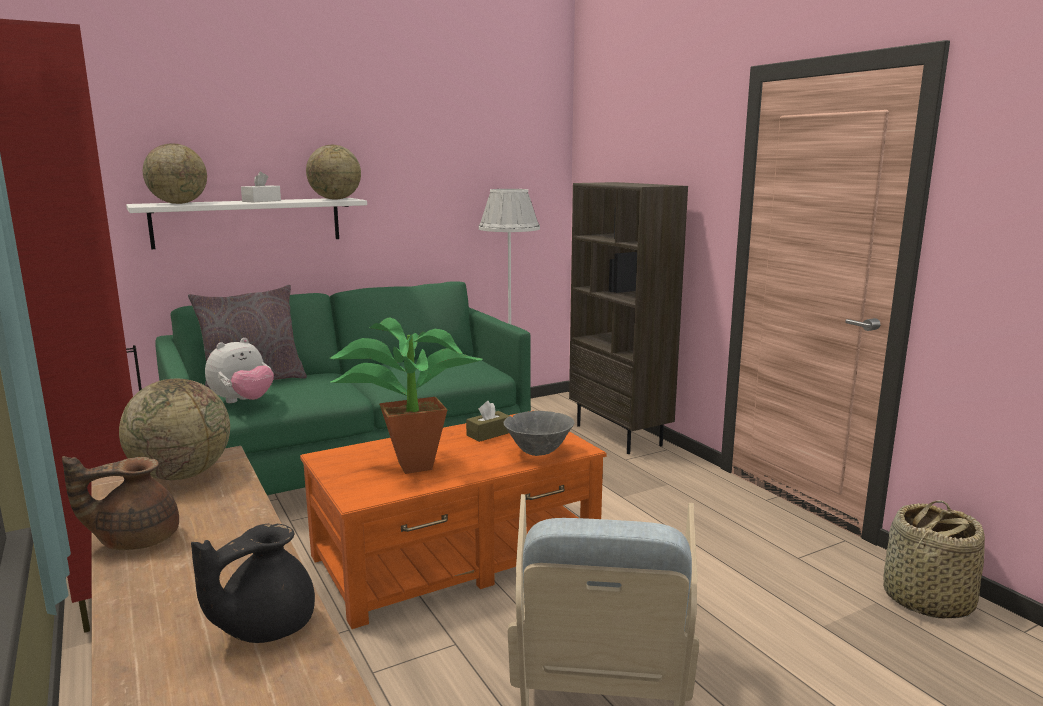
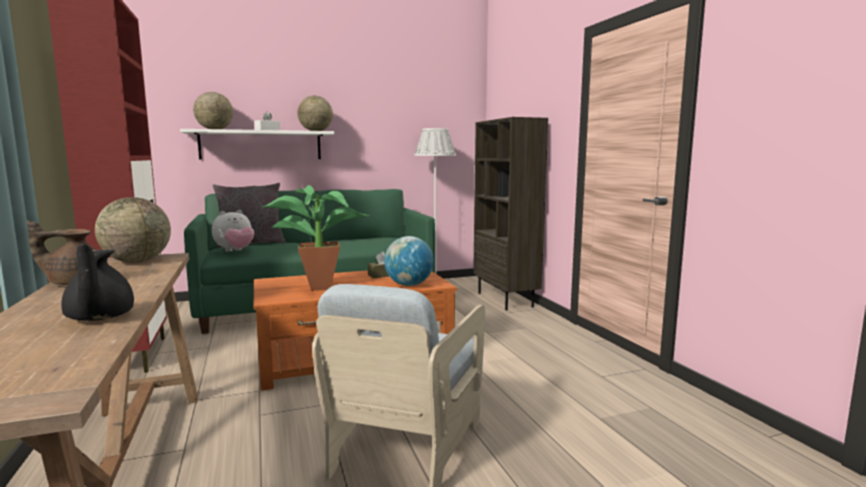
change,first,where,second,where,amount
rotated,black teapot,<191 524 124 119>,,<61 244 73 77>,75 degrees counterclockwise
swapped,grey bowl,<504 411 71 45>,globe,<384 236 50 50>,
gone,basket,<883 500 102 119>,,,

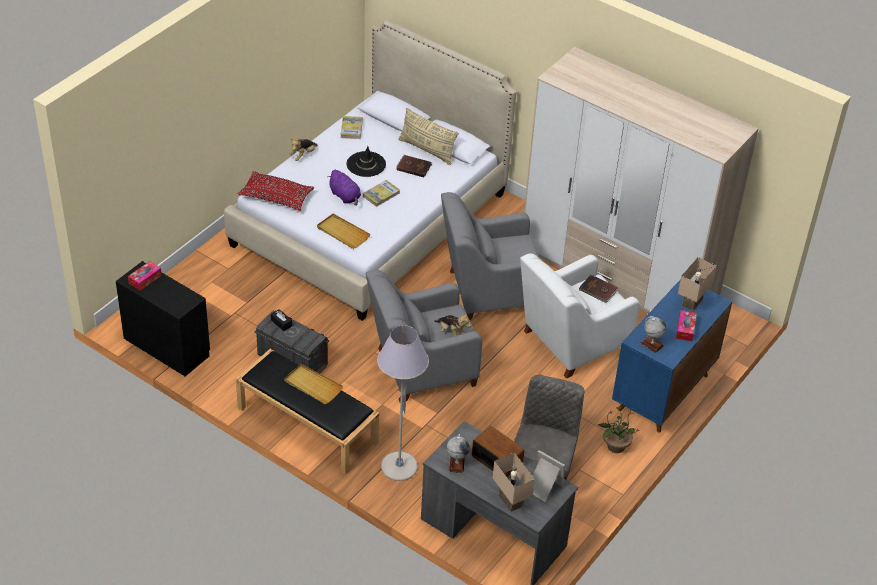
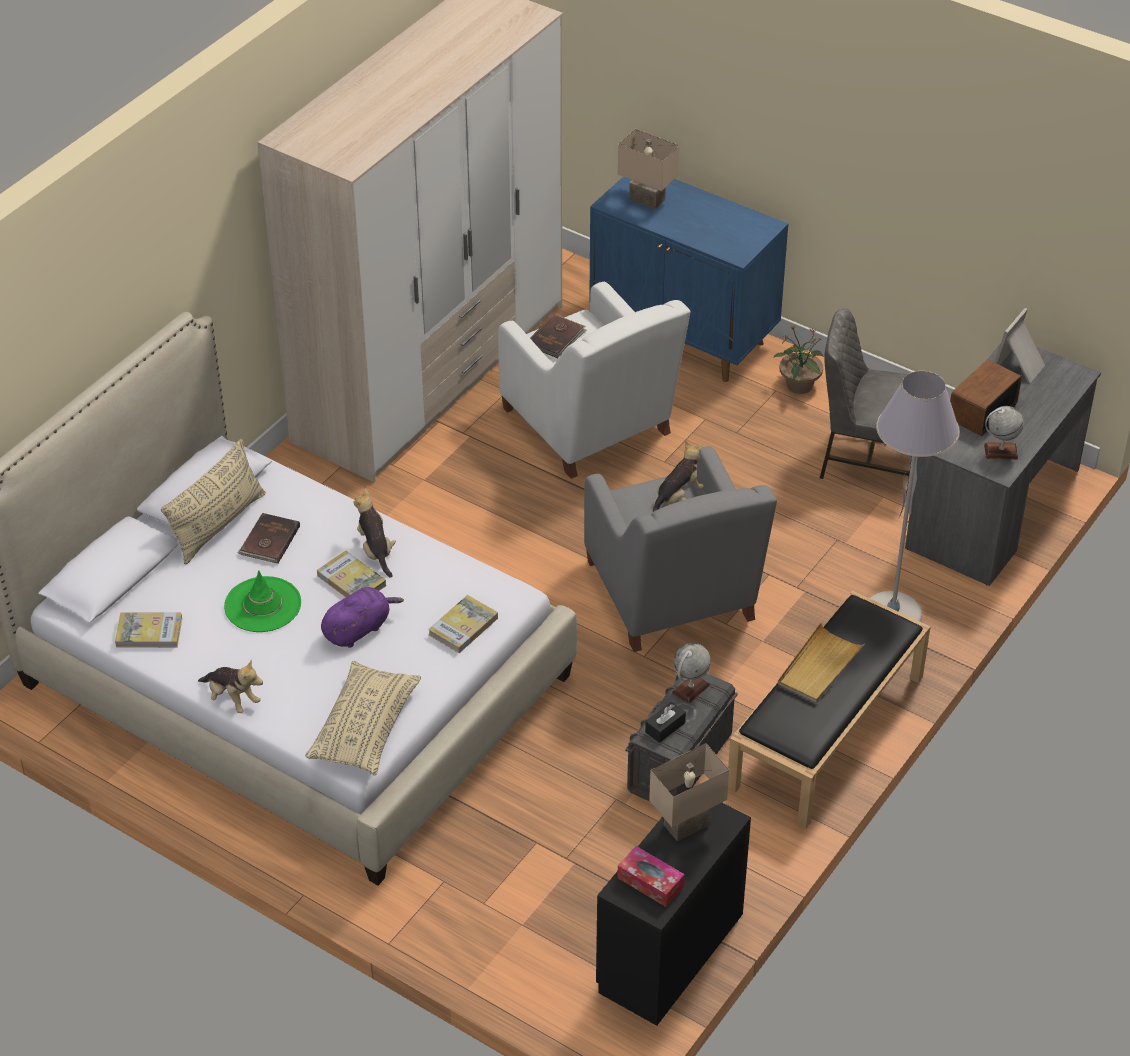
change,first,where,second,where,amount
repainted,red pillow,<238 171 76 40>,beige pillow,<305 661 116 114>,
swapped,beige tray,<317 214 53 35>,book,<428 595 70 58>,
repainted,black hat,<346 146 40 31>,green hat,<224 570 77 62>,
gone,grey armchair,<441 192 103 128>,,,
shifted,beige table lamp,<493 452 42 60>,,<649 743 80 98>,
shifted,globe,<640 316 26 37>,,<671 643 40 61>,
gone,tissue box,<676 310 21 31>,,,
new,,,plush toy,<353 489 43 89>,

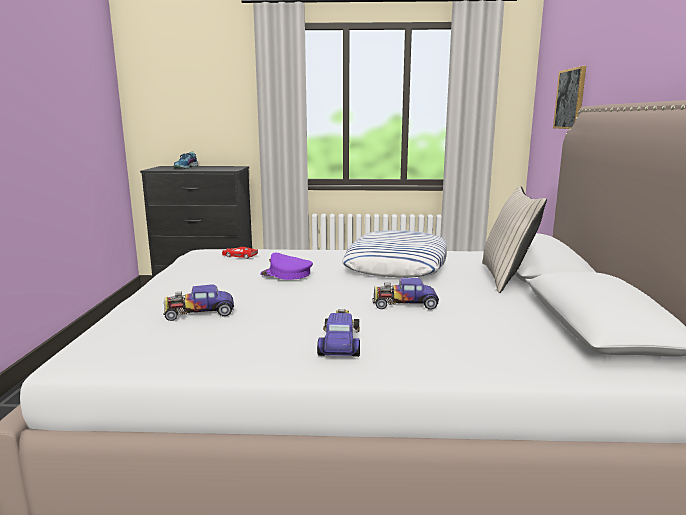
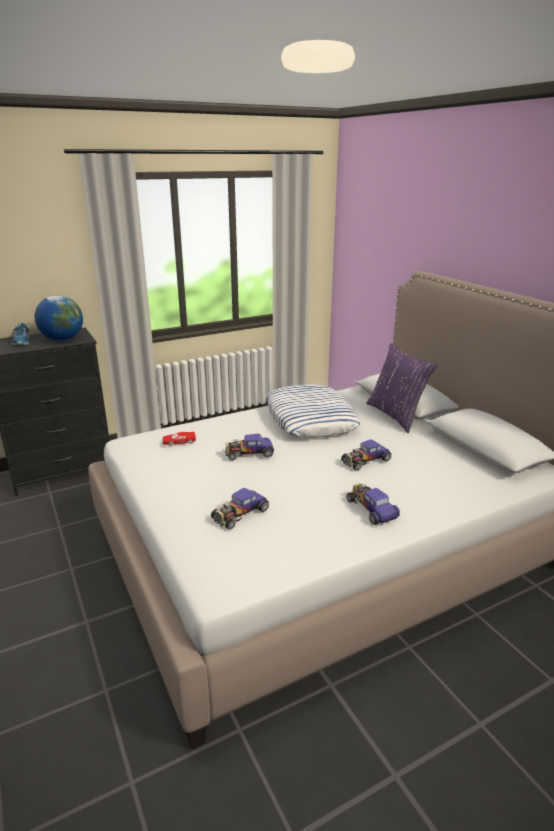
change,first,where,second,where,amount
swapped,purple cap,<260 253 53 27>,toy car,<225 434 49 27>,
repainted,beige pillow,<482 186 65 107>,purple pillow,<366 343 72 90>,
gone,picture,<553 66 33 63>,,,
new,,,globe,<35 295 48 46>,

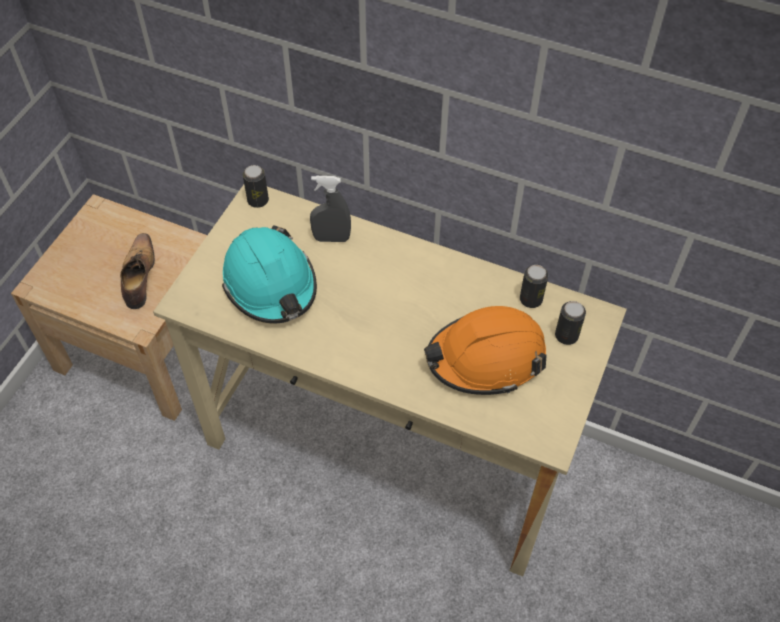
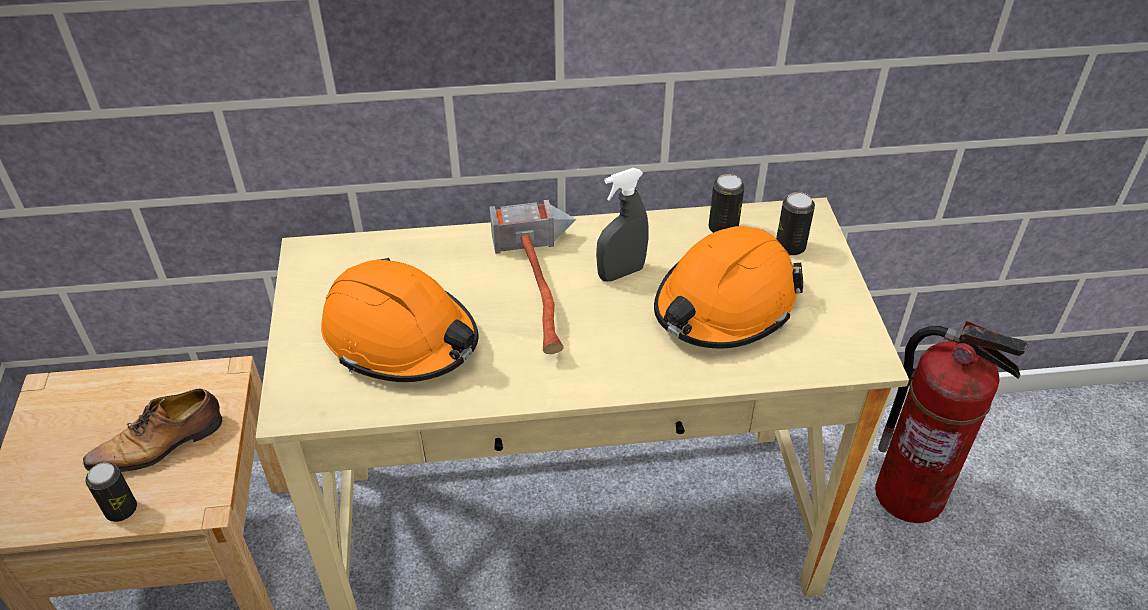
change,first,where,second,where,amount
rotated,shoe,<120 233 35 76>,,<83 388 139 84>,90 degrees counterclockwise
repainted,turquoise hard hat,<222 225 95 99>,orange hard hat,<321 258 157 124>,
shifted,can,<243 165 26 43>,,<85 463 52 59>,
shifted,grey spray bottle,<310 176 41 66>,,<596 168 52 114>,
new,,,hammer,<490 200 87 154>,
new,,,fire extinguisher,<875 321 154 202>,

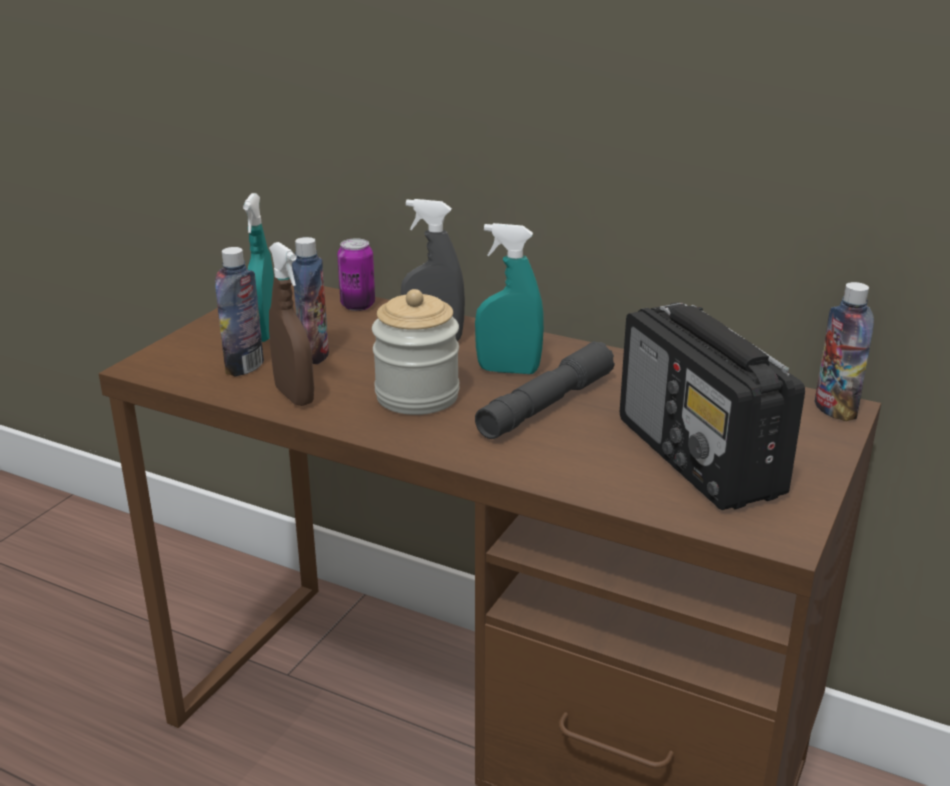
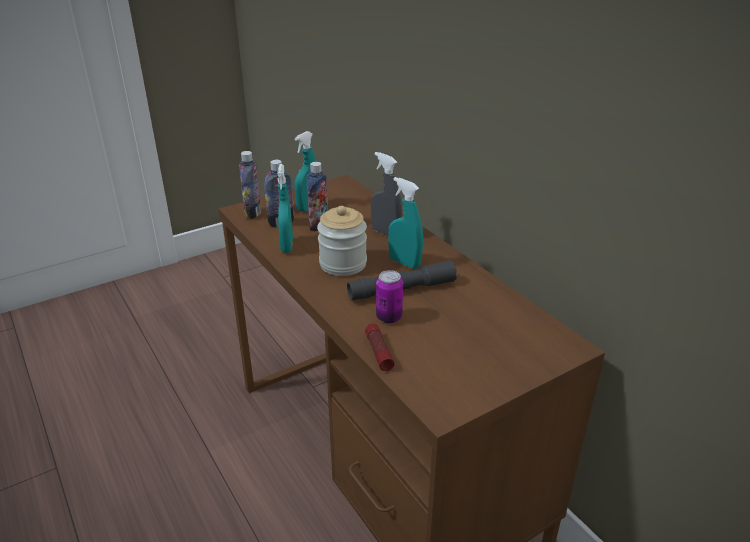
change,first,where,second,where,amount
repainted,brown spray bottle,<269 242 45 164>,turquoise spray bottle,<277 164 16 89>,
shifted,can,<337 239 38 72>,,<376 270 27 54>,
gone,radio,<620 302 185 208>,,,
shifted,bottle,<815 282 59 139>,,<239 151 22 68>,
new,,,flashlight,<365 324 29 47>,

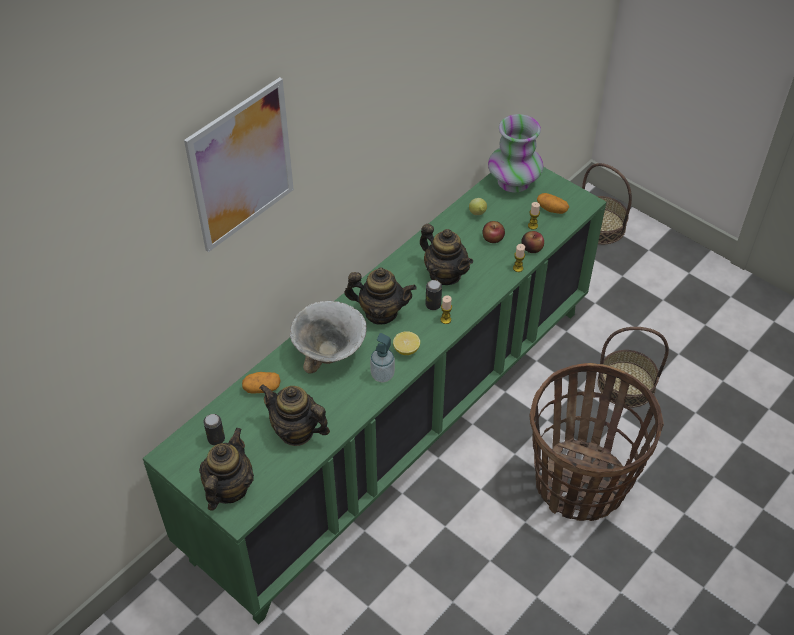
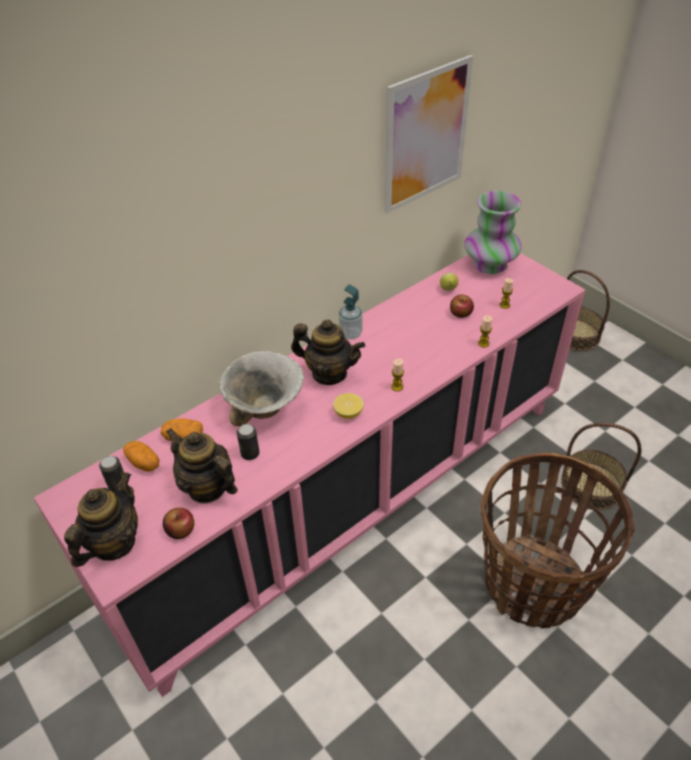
change,first,where,second,where,amount
repainted,green cabinet,<143 167 463 457>,pink cabinet,<34 253 551 444>,
shifted,picture,<184 77 110 175>,,<385 55 88 158>,
shifted,soap dispenser,<370 333 25 49>,,<339 284 23 56>,
gone,teapot,<420 224 53 61>,,,
shifted,can,<426 280 16 30>,,<237 424 23 36>,
shifted,apple,<521 231 23 22>,,<163 508 31 31>,
shifted,potato,<537 193 32 21>,,<123 441 36 31>,

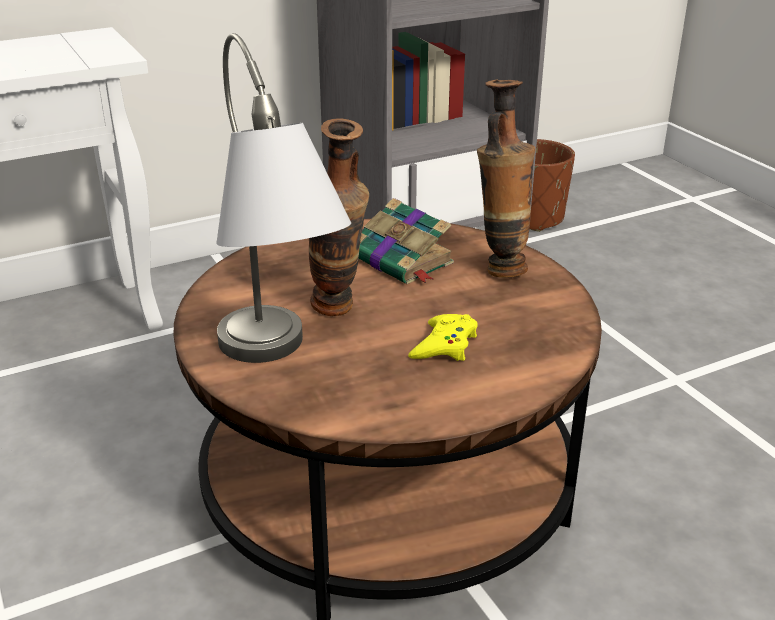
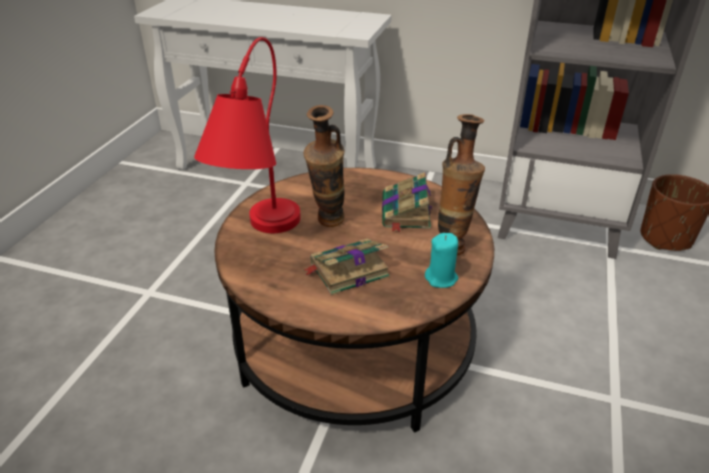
change,first,where,second,where,amount
repainted,grey table lamp,<216 33 135 330>,red table lamp,<194 37 107 196>,
swapped,yellow game controller,<408 314 69 47>,book,<303 239 87 56>,
new,,,turquoise candle,<425 233 33 55>,

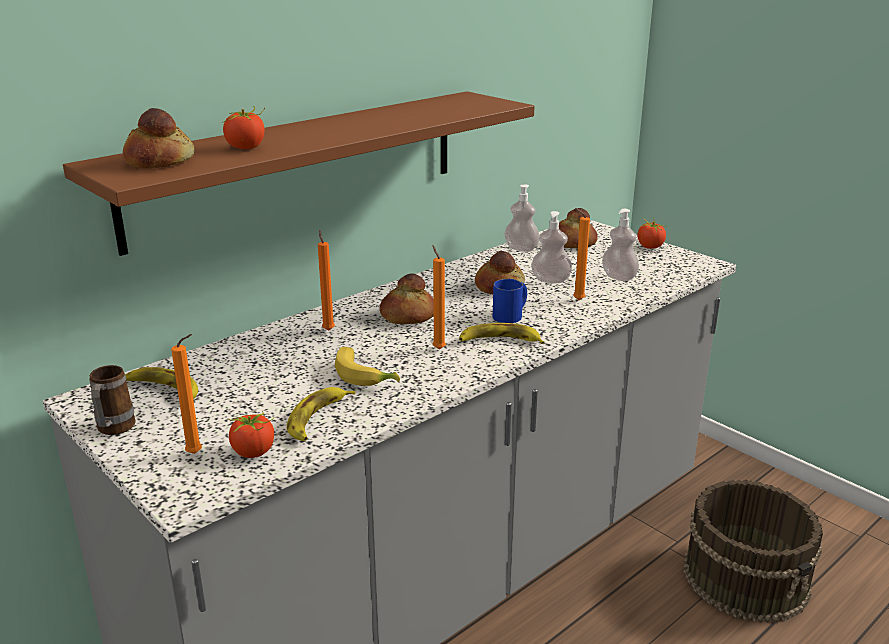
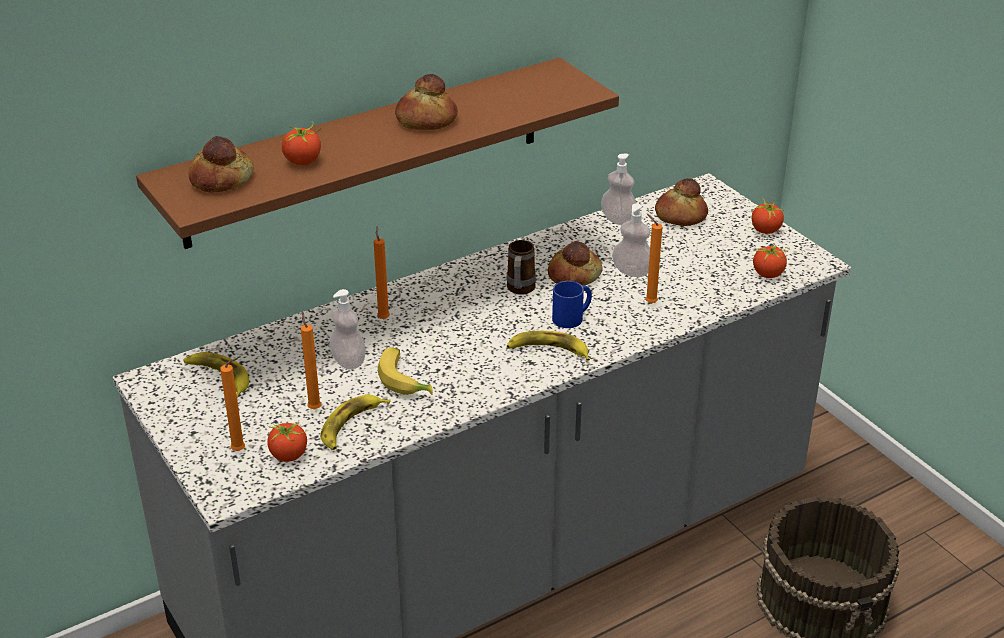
change,first,where,second,where,amount
shifted,mug,<89 365 47 70>,,<507 240 29 54>,
shifted,bread,<380 273 54 51>,,<395 74 63 56>,
shifted,orange candle,<433 245 13 105>,,<301 312 20 97>,
shifted,soap dispenser,<602 209 37 72>,,<329 289 37 81>,
new,,,tomato,<753 243 37 35>,

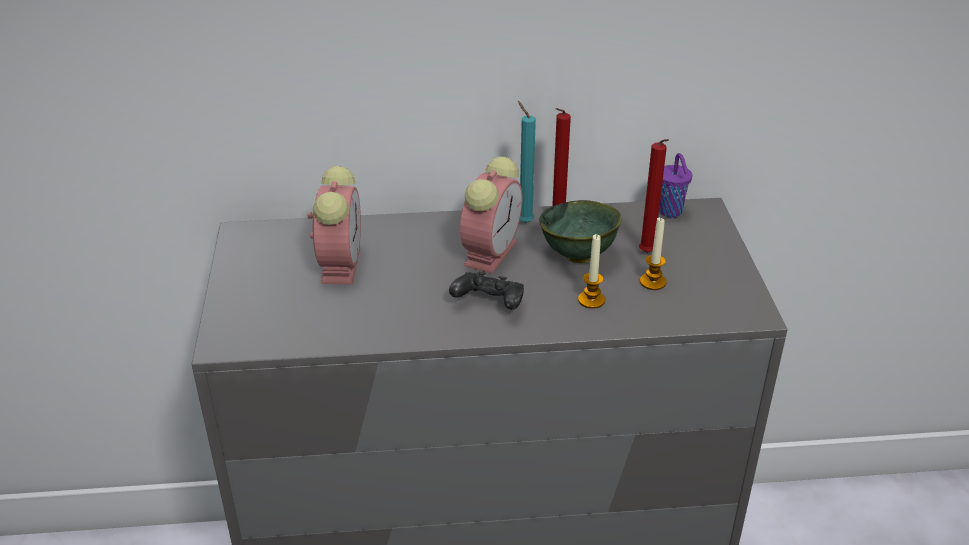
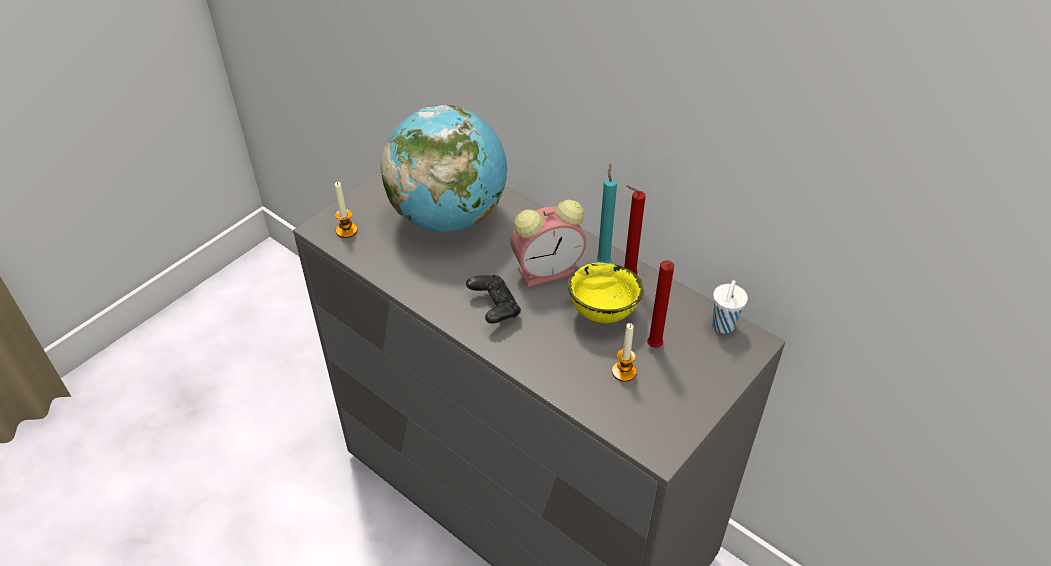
change,first,where,second,where,amount
swapped,alarm clock,<308 166 53 118>,globe,<381 105 126 127>,
repainted,green bowl,<539 200 82 63>,yellow bowl,<568 262 76 62>,
shifted,candle,<578 234 27 75>,,<335 182 22 56>,
repainted,purple cup,<659 153 33 64>,white cup,<712 280 36 54>,

